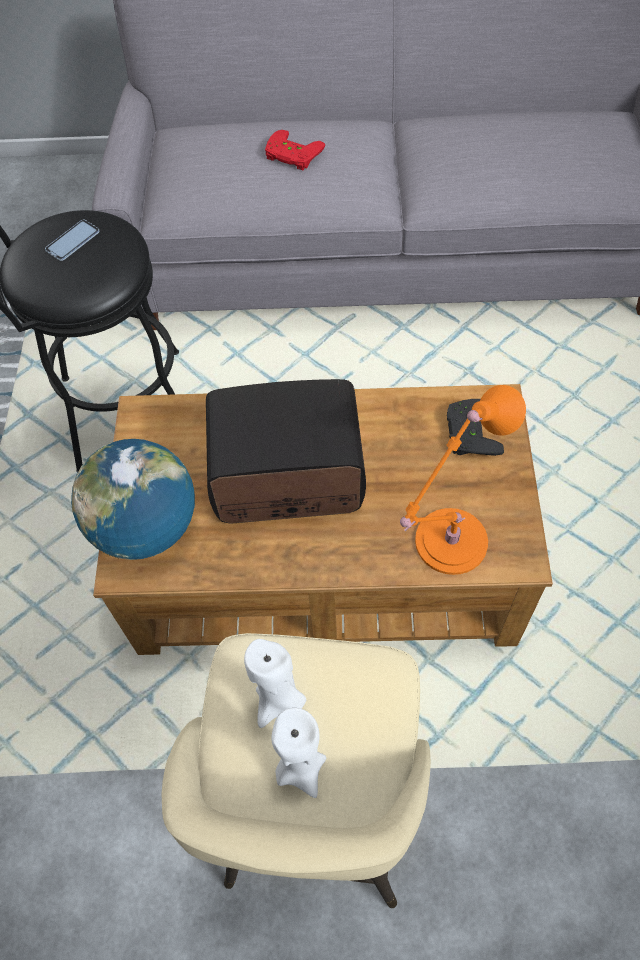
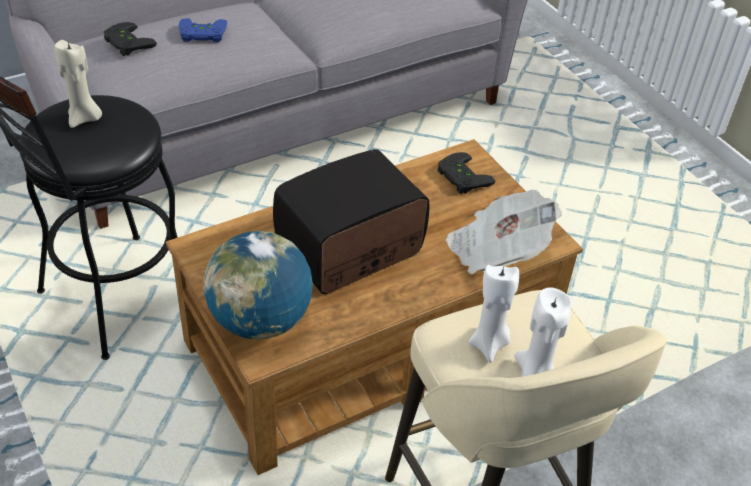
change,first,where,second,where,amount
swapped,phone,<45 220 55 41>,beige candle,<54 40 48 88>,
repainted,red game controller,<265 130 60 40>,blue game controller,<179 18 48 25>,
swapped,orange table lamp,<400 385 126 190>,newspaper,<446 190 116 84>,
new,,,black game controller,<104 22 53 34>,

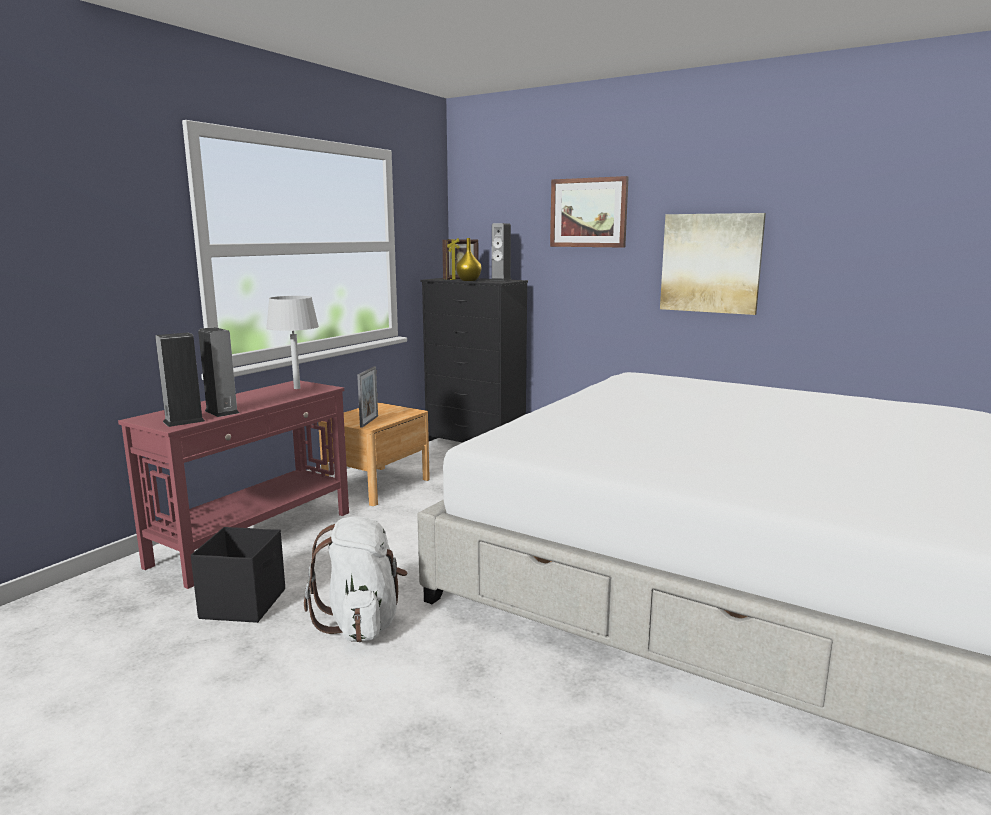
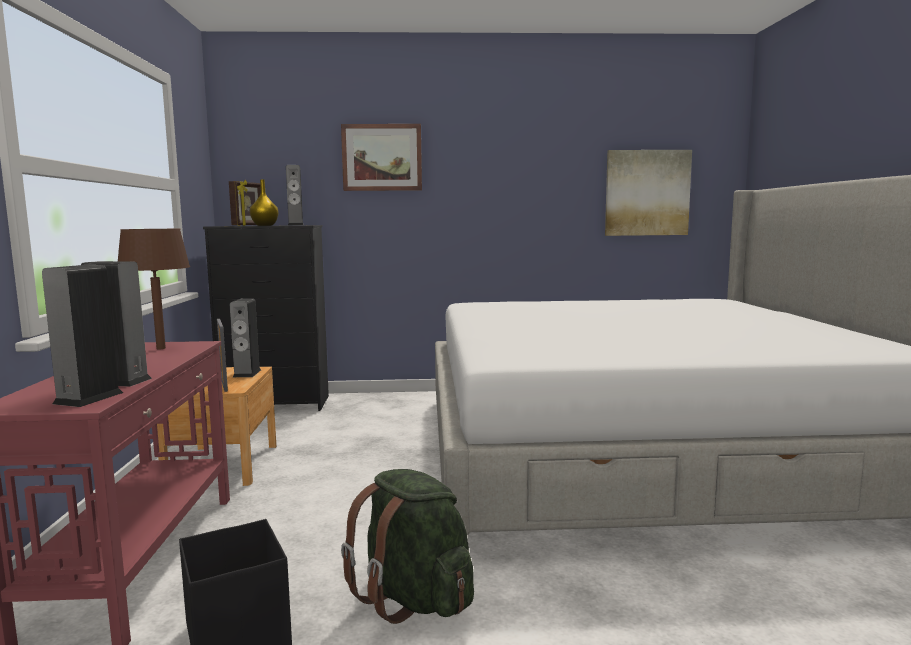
change,first,where,second,where,amount
repainted,grey table lamp,<266 296 53 93>,brown table lamp,<118 229 72 120>,
repainted,white backpack,<304 517 103 125>,green backpack,<341 469 133 155>,
shifted,picture,<660 213 106 102>,,<605 150 87 86>,
new,,,speaker,<230 299 31 78>,

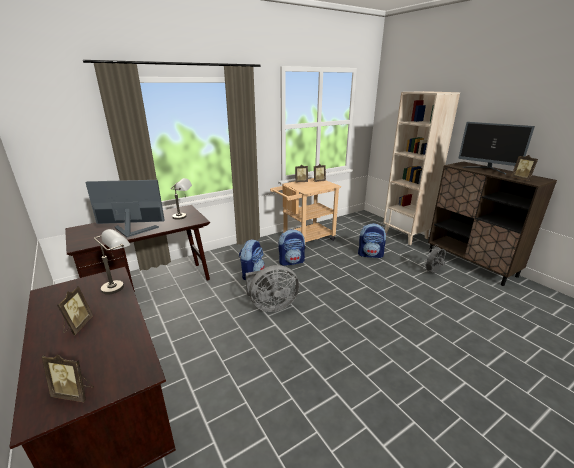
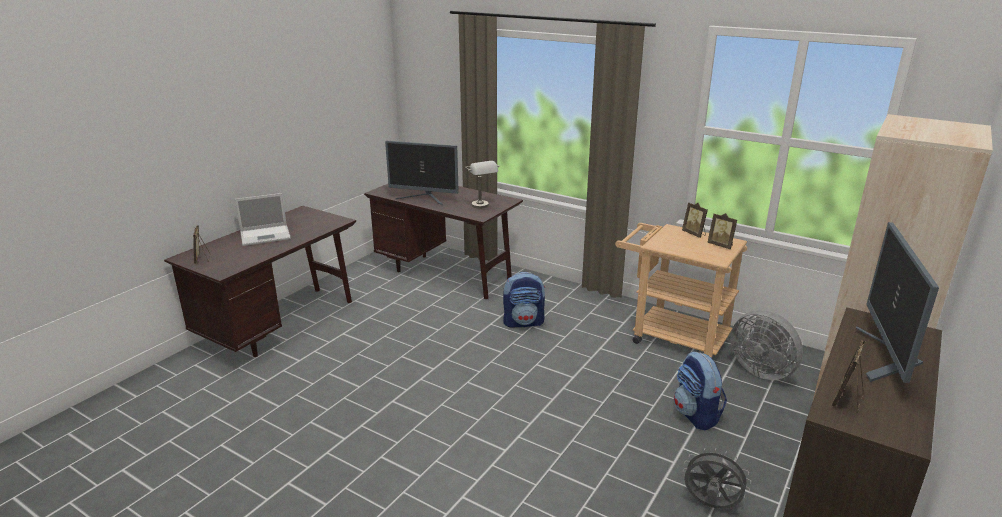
change,first,where,second,where,amount
swapped,picture frame,<57 286 36 49>,laptop,<235 193 56 53>,
rotated,monitor,<85 180 80 57>,,<385 141 74 64>,135 degrees clockwise
gone,grey table lamp,<94 229 36 66>,,,
shifted,grey fan,<245 265 54 47>,,<731 310 72 70>,
gone,backpack,<278 229 27 37>,,,

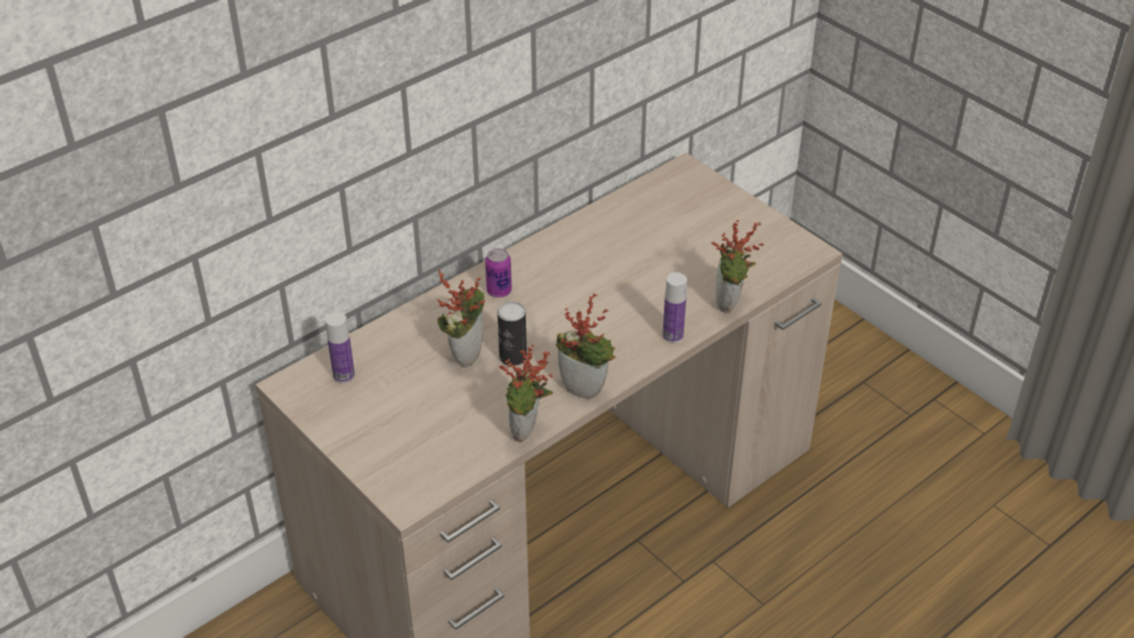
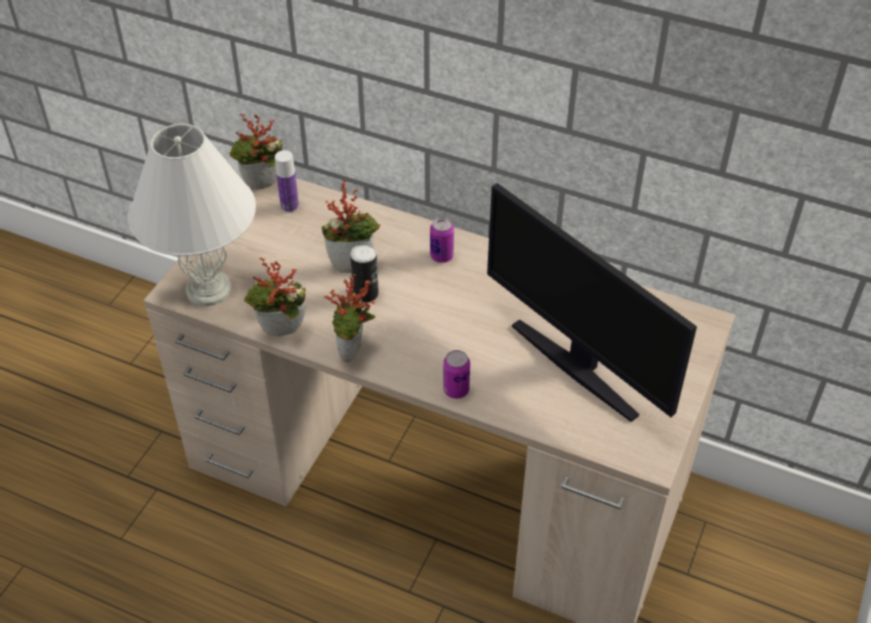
change,first,where,second,where,amount
swapped,bottle,<663 272 24 71>,can,<443 350 27 49>,
shifted,potted plant,<711 220 53 93>,,<230 114 52 75>,
new,,,white table lamp,<128 124 128 182>,
new,,,monitor,<487 183 210 239>,

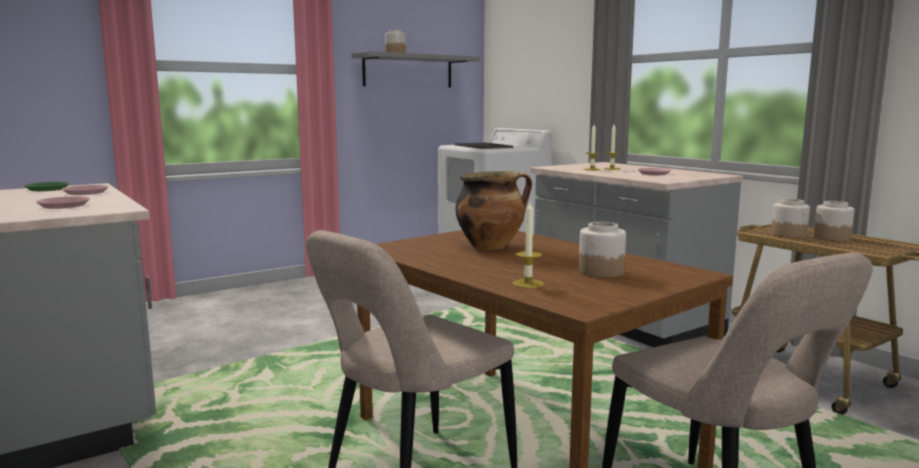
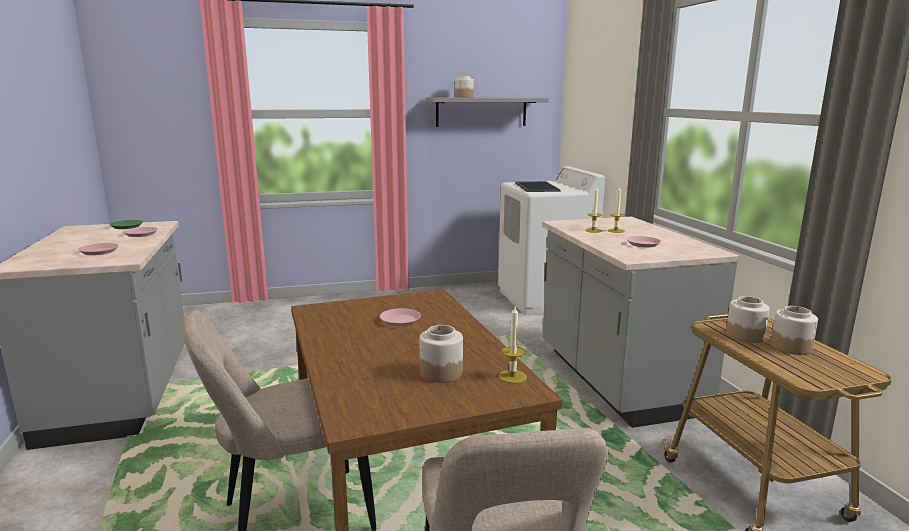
change,first,where,second,where,amount
swapped,cooking pot,<455 171 77 79>,pink plate,<380 308 41 18>,
shifted,candle,<513 202 31 86>,,<499 306 28 77>,

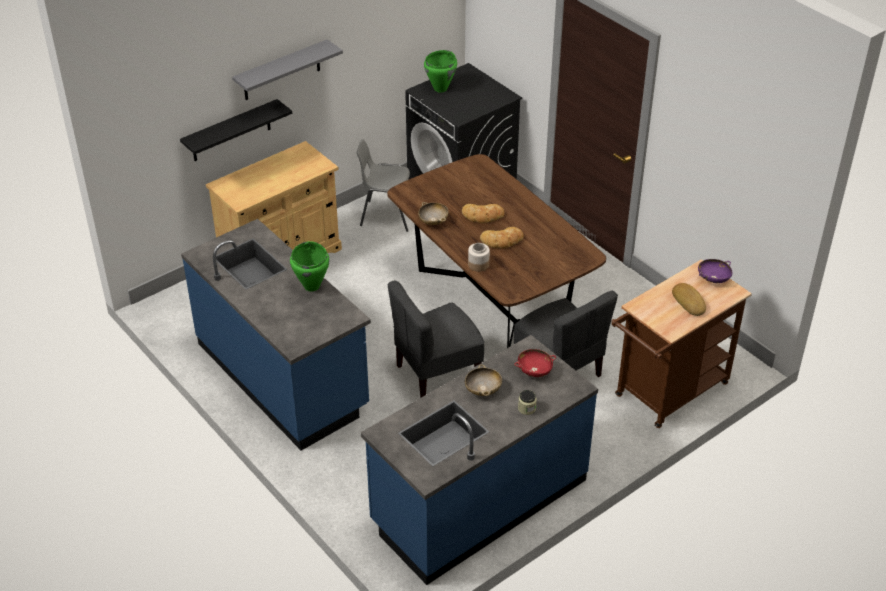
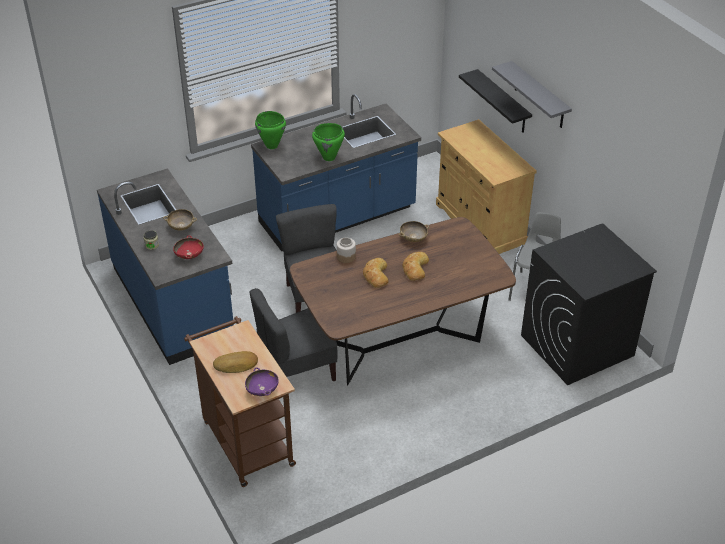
change,first,where,second,where,amount
shifted,green cooking pot,<424 50 33 43>,,<255 111 31 38>,

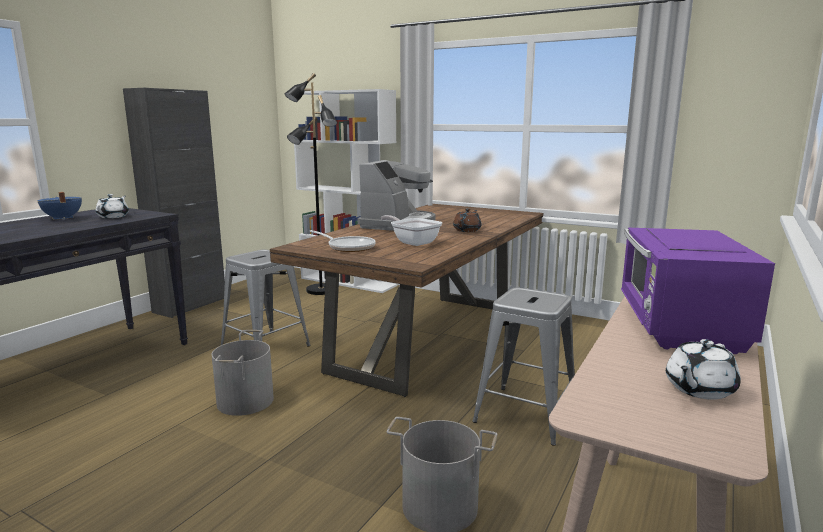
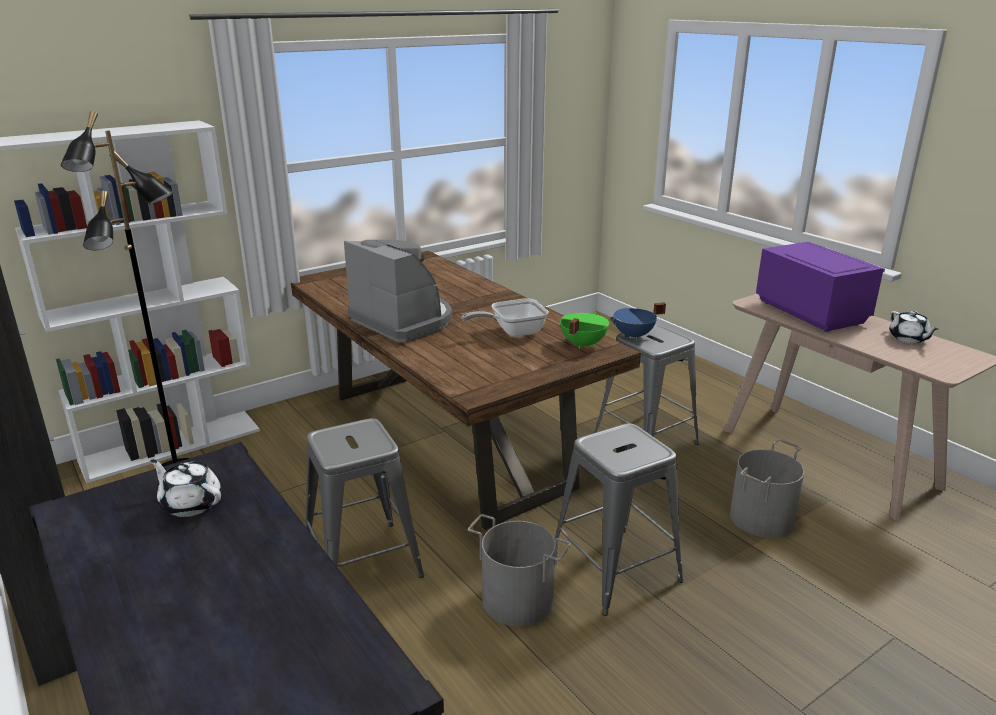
change,first,where,second,where,amount
shifted,blue cooking pot,<37 192 45 28>,,<609 302 57 38>,
gone,frying pan,<310 230 66 22>,,,
gone,brown teapot,<453 209 29 23>,,,
rotated,purple microwave,<621 228 154 126>,,<756 242 129 90>,150 degrees counterclockwise
new,,,grey stool,<555 423 129 193>,
new,,,green cooking pot,<560 312 49 37>,

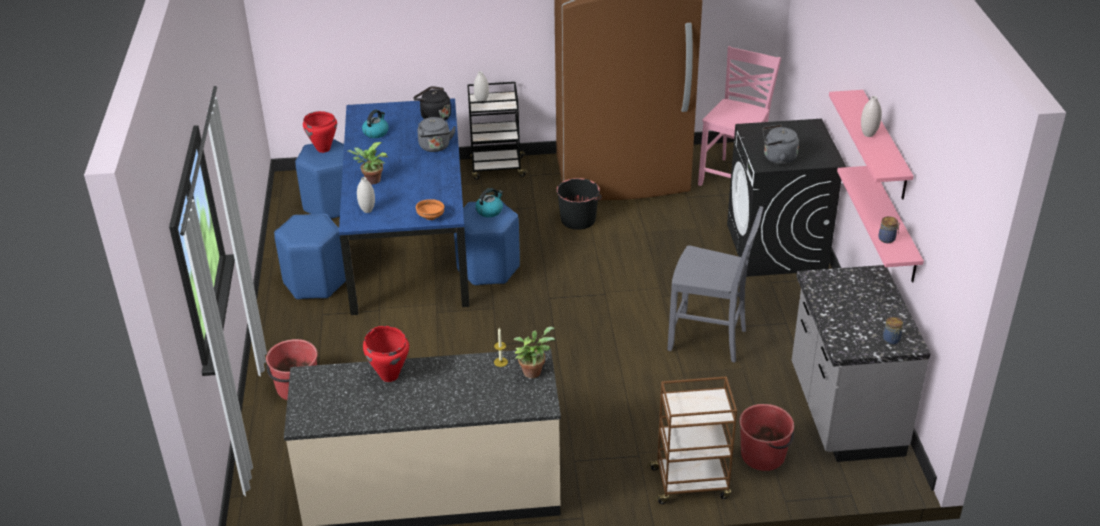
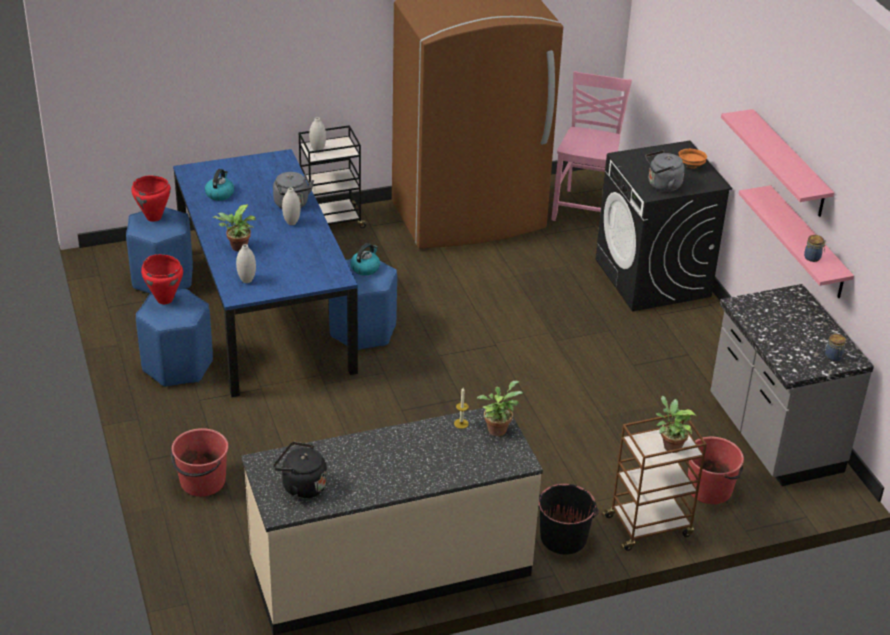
change,first,where,second,where,amount
shifted,red cooking pot,<363 326 46 56>,,<141 254 42 50>,
shifted,black kettle,<413 86 38 34>,,<273 442 54 57>,
shifted,orange bowl,<416 199 28 21>,,<678 149 29 20>,
shifted,black bucket,<556 178 46 52>,,<538 484 61 70>,
gone,grey chair,<667 206 96 157>,,,
shifted,white vase,<861 96 21 41>,,<282 188 19 37>,
new,,,potted plant,<656 396 40 57>,

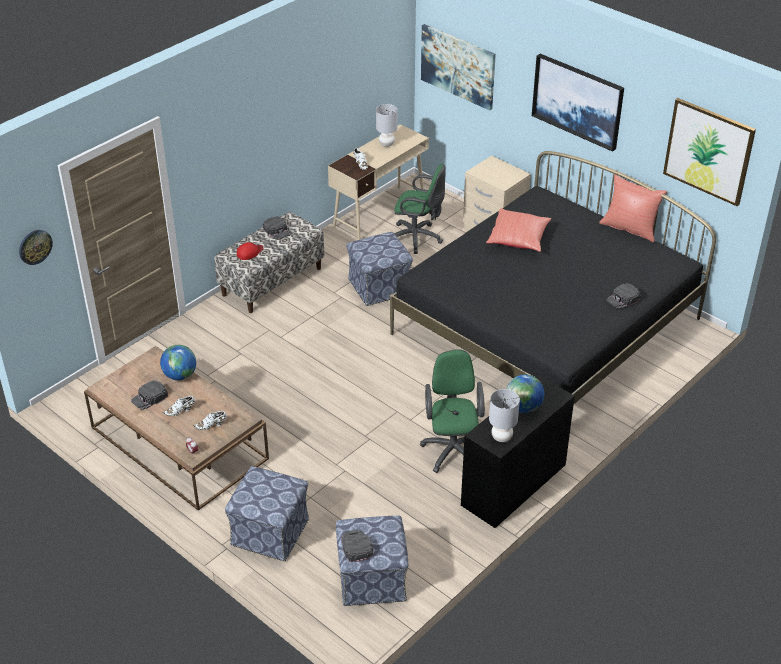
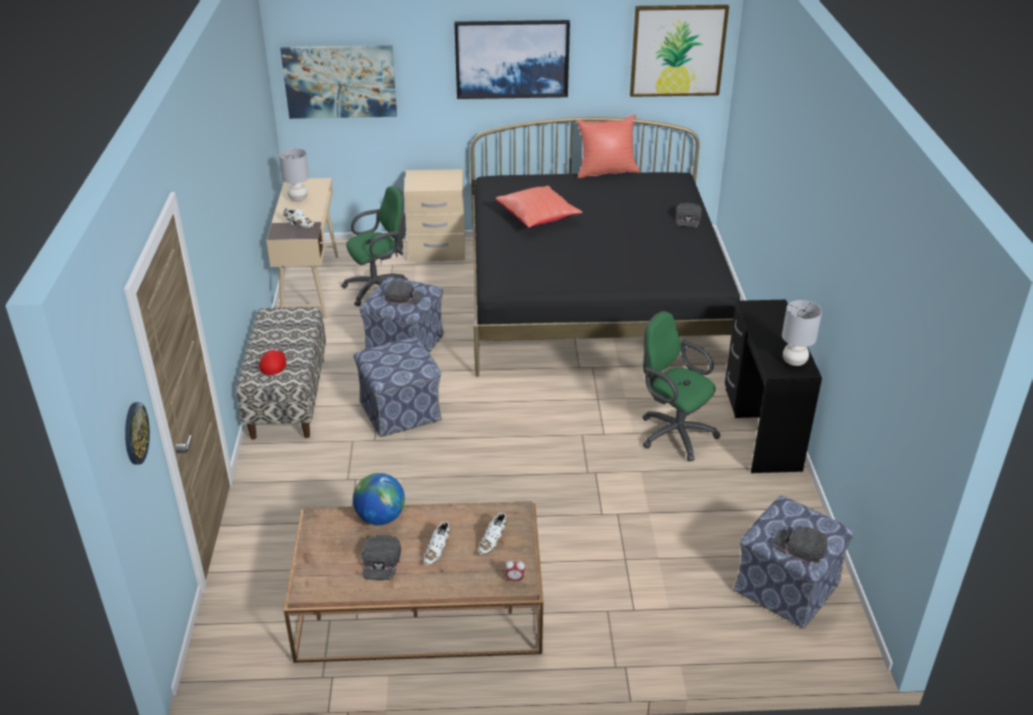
change,first,where,second,where,amount
shifted,ottoman,<225 466 84 95>,,<354 337 88 100>,
shifted,black cap,<263 216 28 24>,,<384 281 40 24>,
gone,globe,<507 374 37 39>,,,

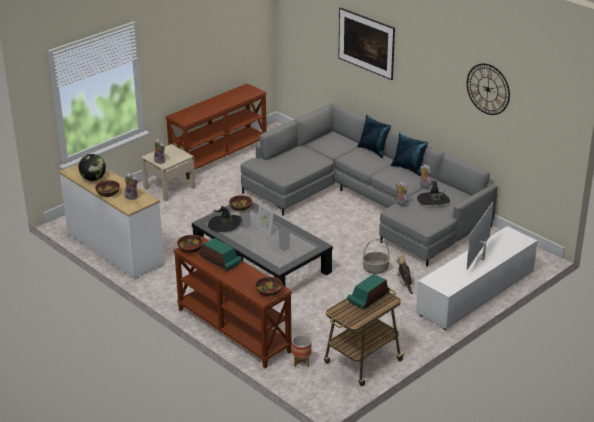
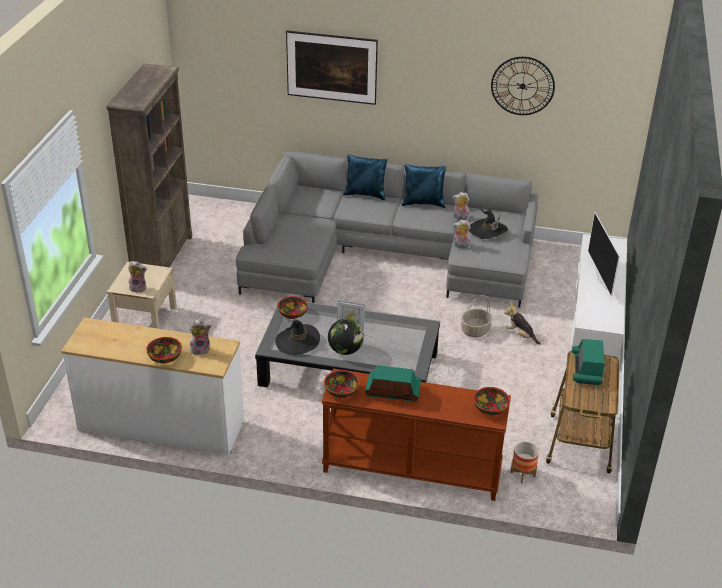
change,first,where,second,where,amount
shifted,globe,<78 154 28 27>,,<328 319 36 36>,
swapped,brown console table,<165 83 102 96>,brown bookcase,<106 63 86 204>,

